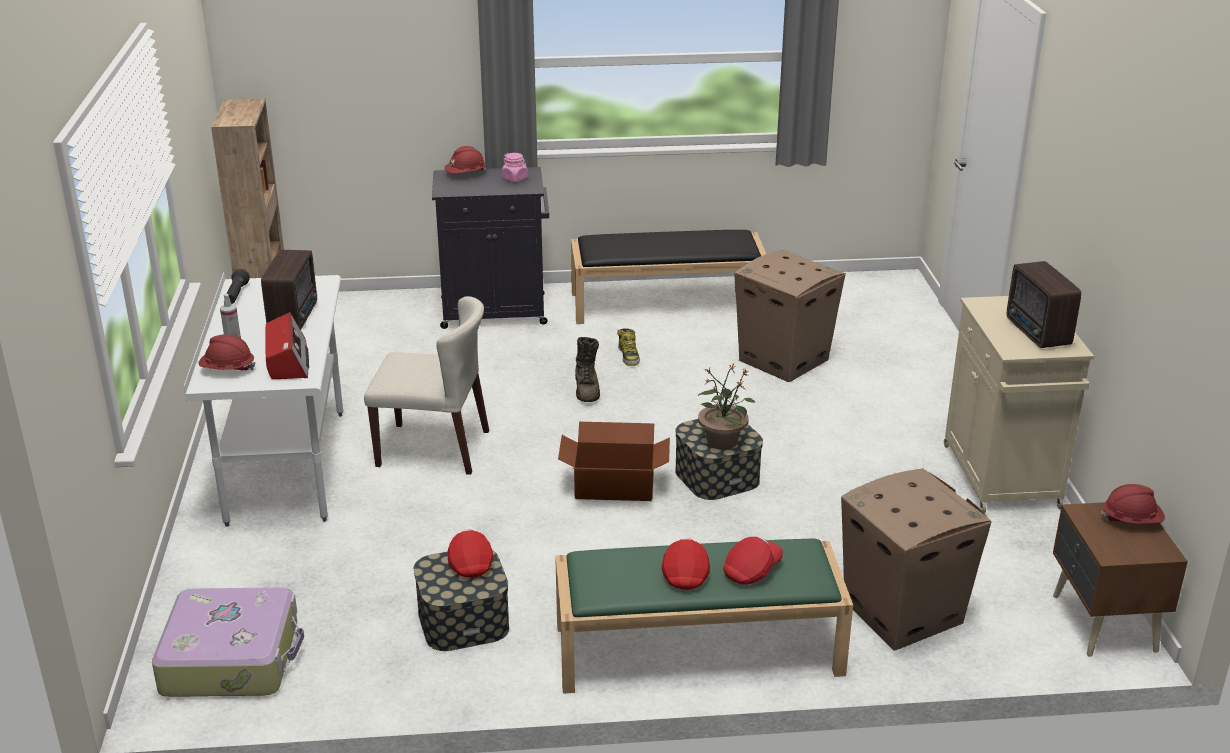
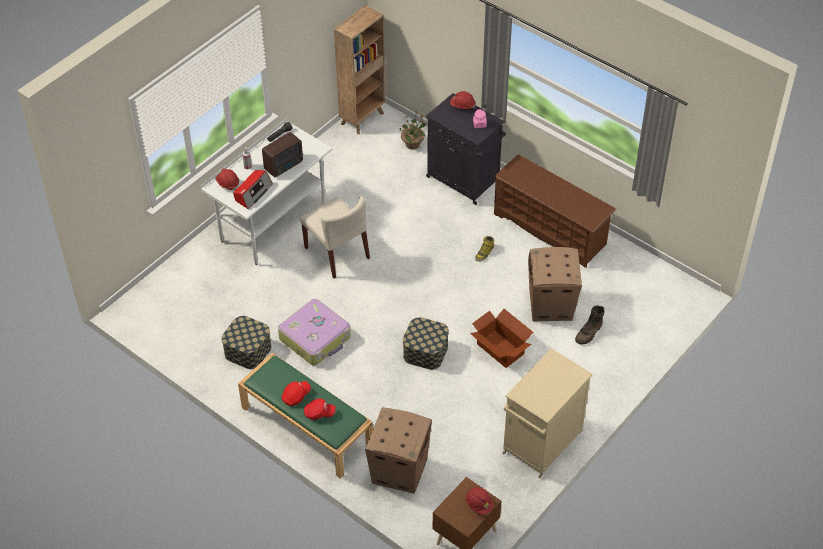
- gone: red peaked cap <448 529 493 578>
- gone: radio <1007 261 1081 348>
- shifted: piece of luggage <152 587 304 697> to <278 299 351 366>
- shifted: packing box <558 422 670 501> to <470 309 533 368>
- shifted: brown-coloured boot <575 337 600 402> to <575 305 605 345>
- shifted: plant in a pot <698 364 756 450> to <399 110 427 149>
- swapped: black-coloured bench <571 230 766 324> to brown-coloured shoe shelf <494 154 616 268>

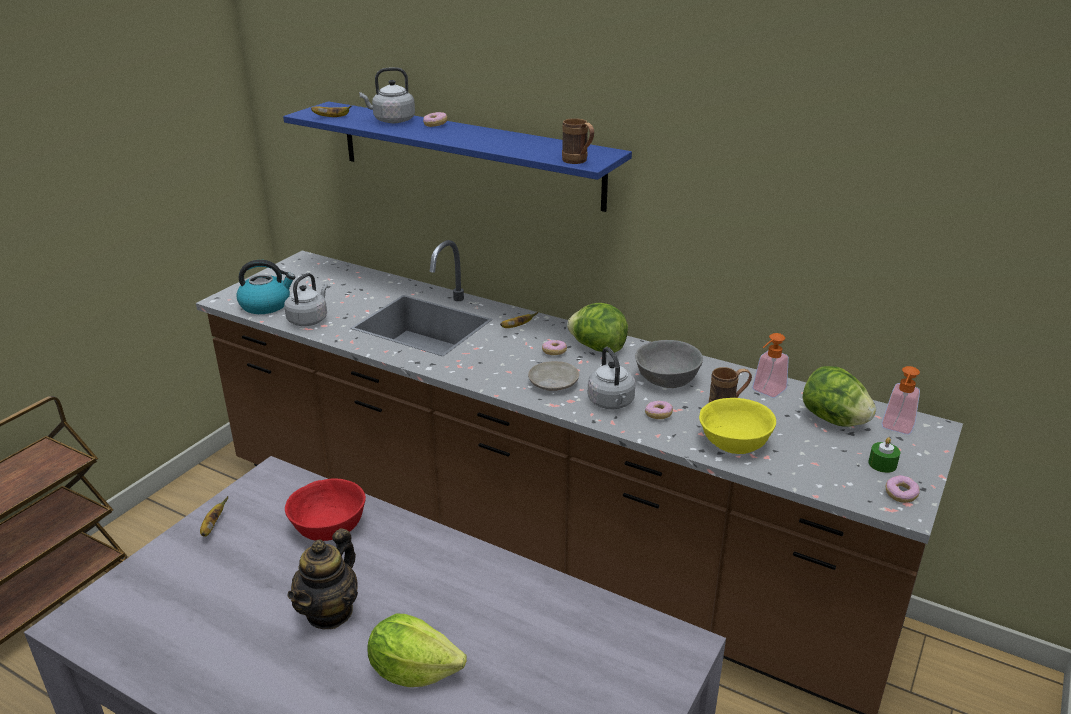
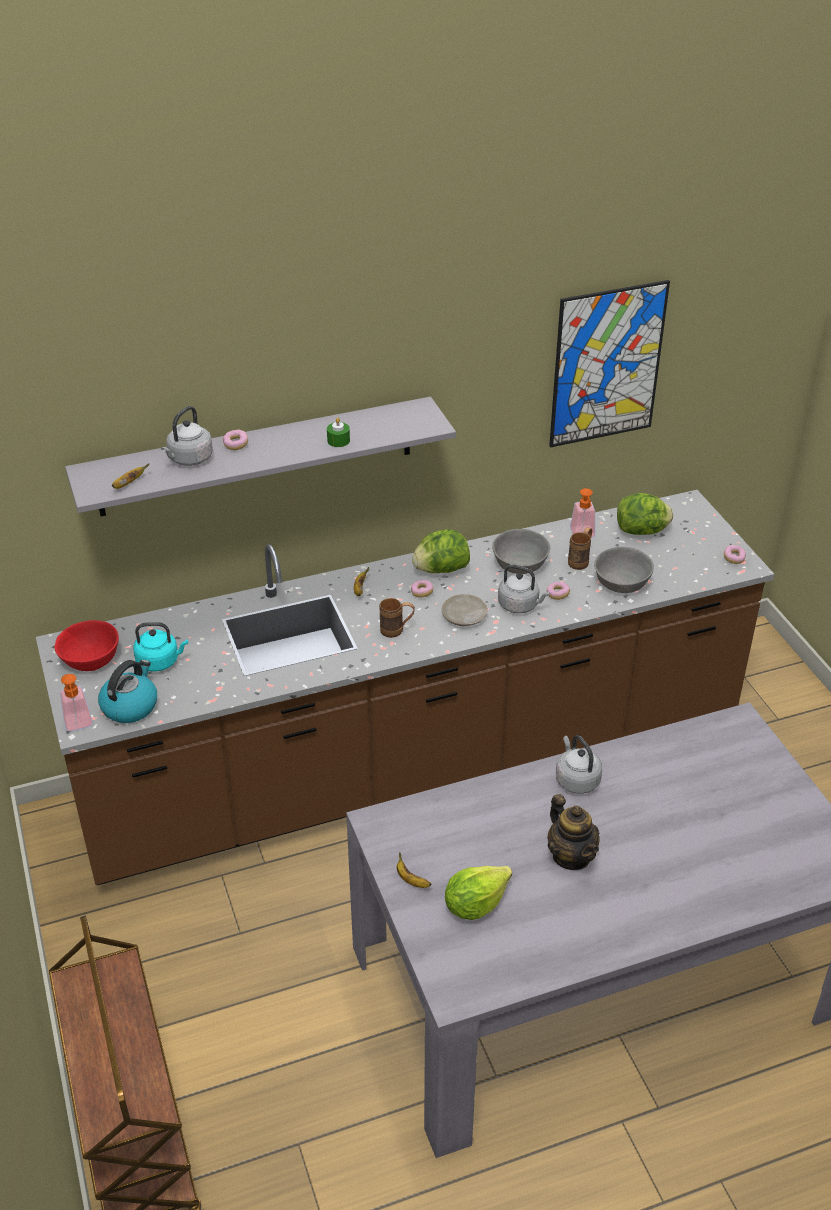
- new: turquoise kettle <133 622 188 672>
- new: picture <549 280 670 447>
- shifted: gray kettle <284 273 328 326> to <556 735 602 794>
- shifted: red bowl <285 479 366 541> to <55 620 119 671>
- shifted: head of lettuce <368 613 467 687> to <445 866 512 920>
- shifted: brown-coloured tea mug <562 118 594 164> to <379 598 415 638>
- shifted: greenish wax candle <868 438 900 473> to <327 417 350 447>
- shifted: liquid soap bottle <881 366 920 434> to <60 674 93 731>
- repainted: blue shelf <283 101 632 212> to gray shelf <65 397 456 516>
- repainted: yellowish bowl <699 398 776 454> to gray bowl <594 547 654 593>

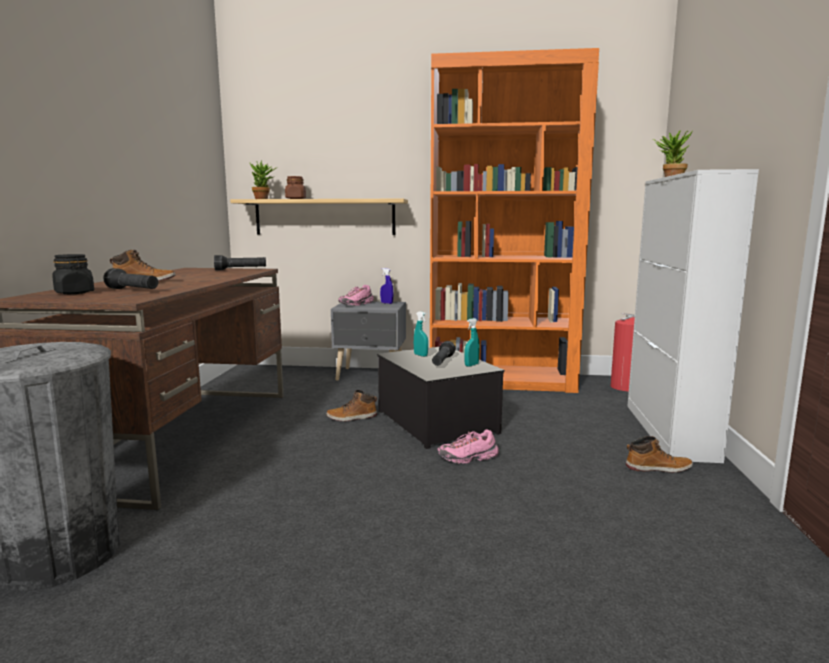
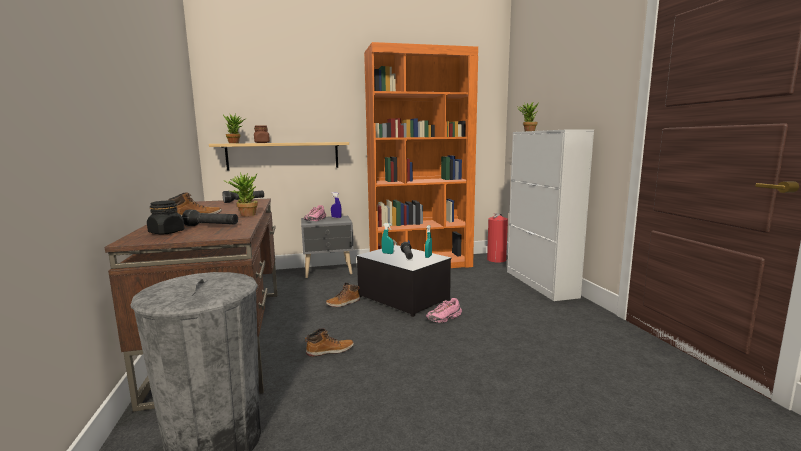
- new: plant in a pot <223 172 258 216>
- shifted: boot <626 436 693 473> to <305 328 354 357>

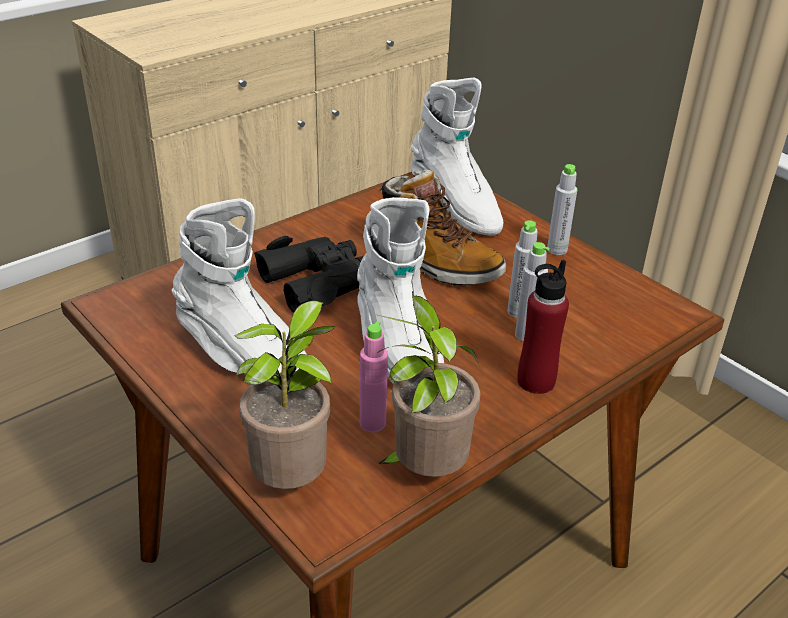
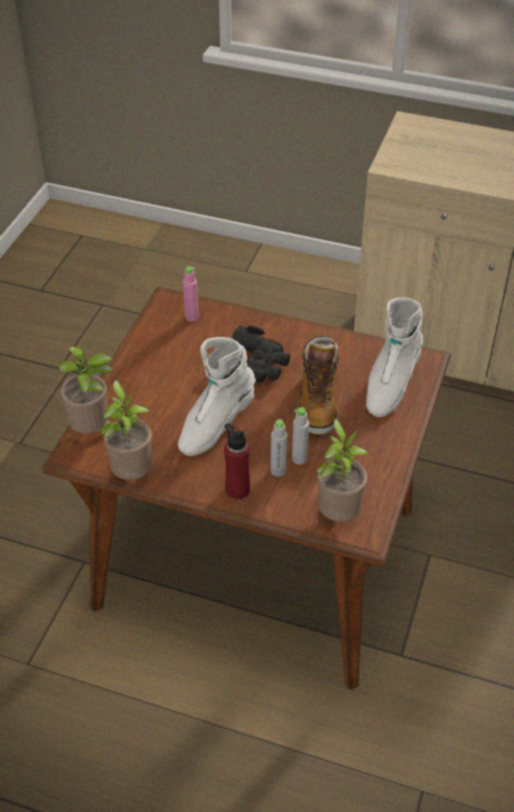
- gone: white-coloured boot <172 198 307 375>
- gone: gray drink bottle <547 164 577 255>
- new: plant in a pot <316 419 368 522>
- shifted: pink-coloured drink bottle <360 321 388 433> to <183 266 199 321>

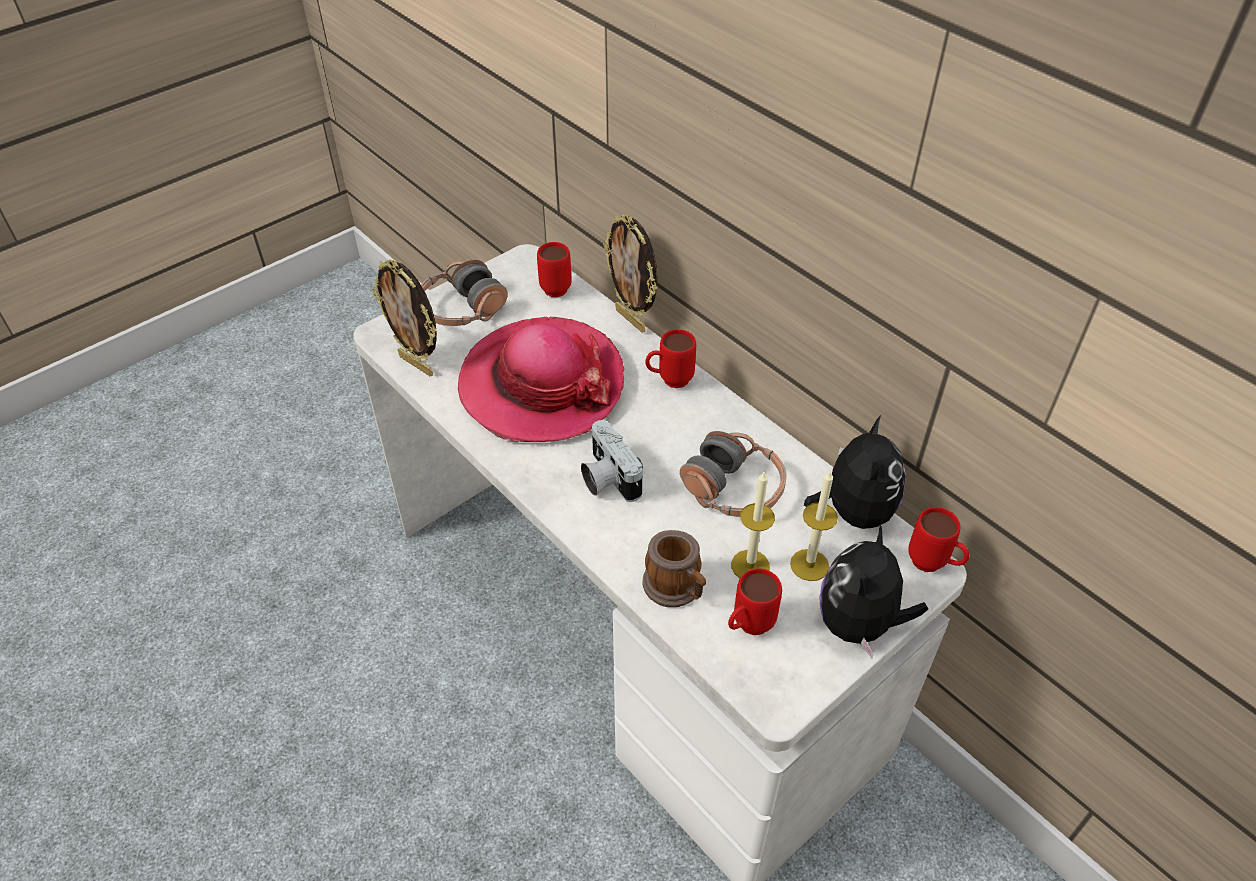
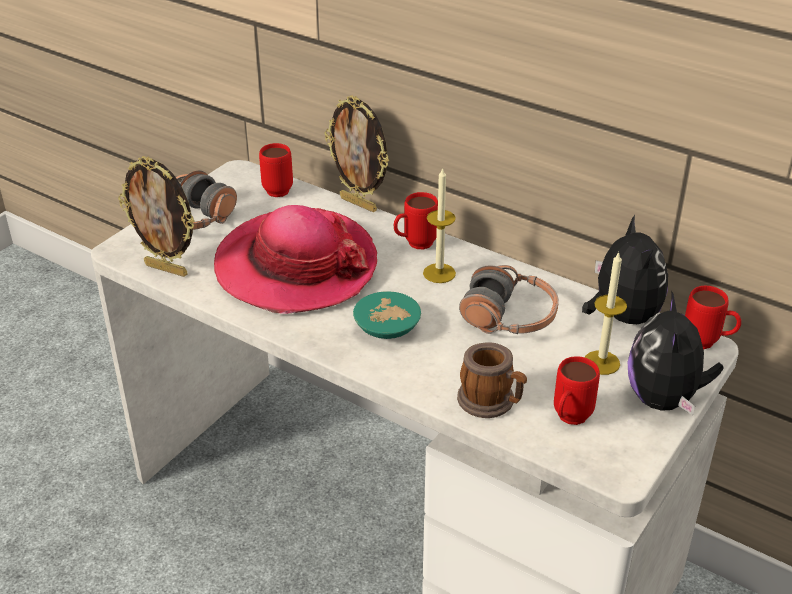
- shifted: wax candle <731 472 775 578> to <423 167 456 283>
- swapped: still camera <581 420 643 502> to turquoise bowl <353 291 421 339>

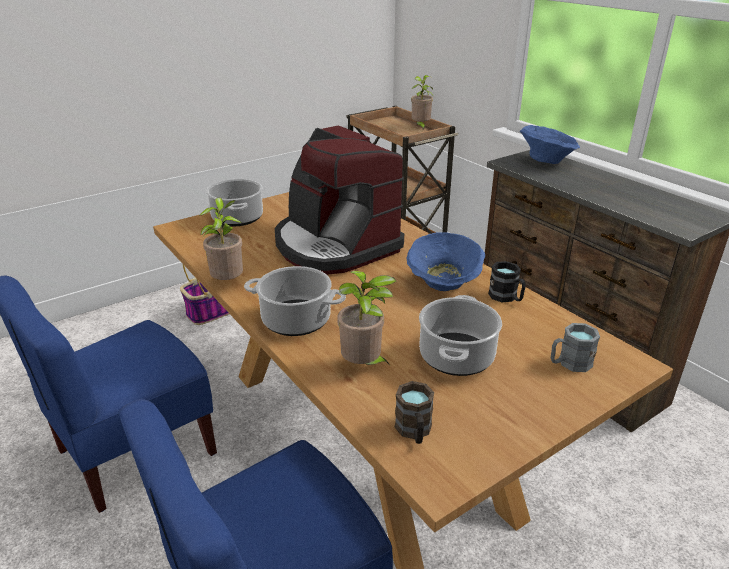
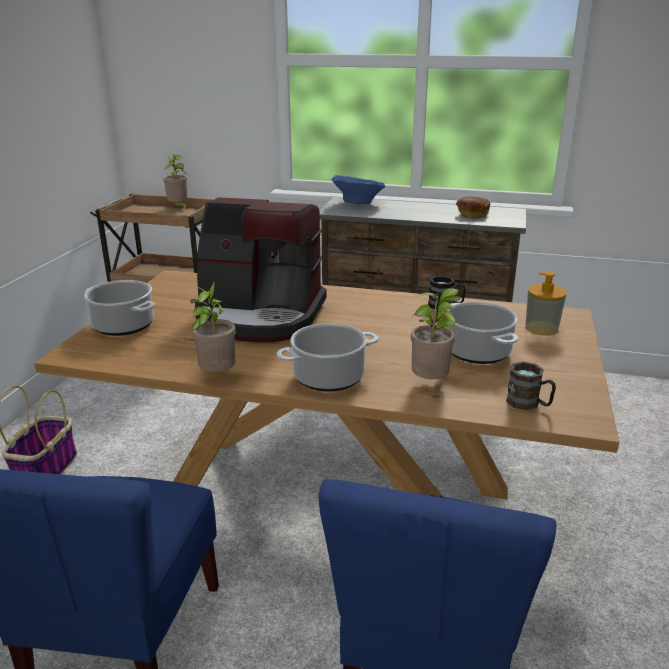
- gone: blue bowl <407 232 485 291>
- new: bread <456 196 490 219>
- swapped: gray tea mug <551 323 600 372> to liquid soap bottle <525 272 567 336>

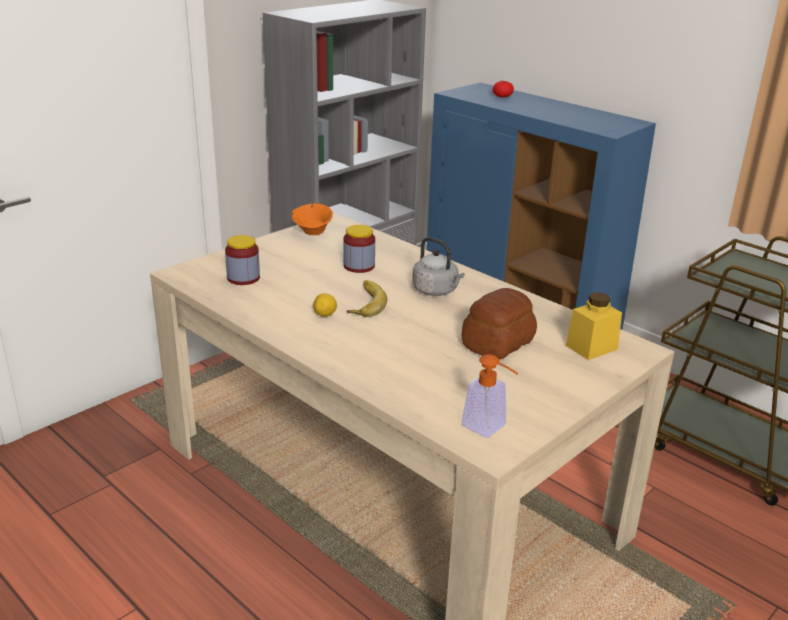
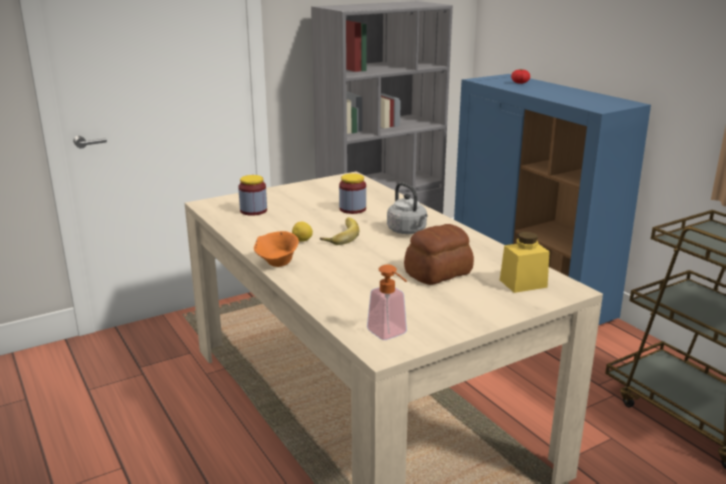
- shifted: orange-coloured bowl <292 203 333 235> to <254 231 299 267>

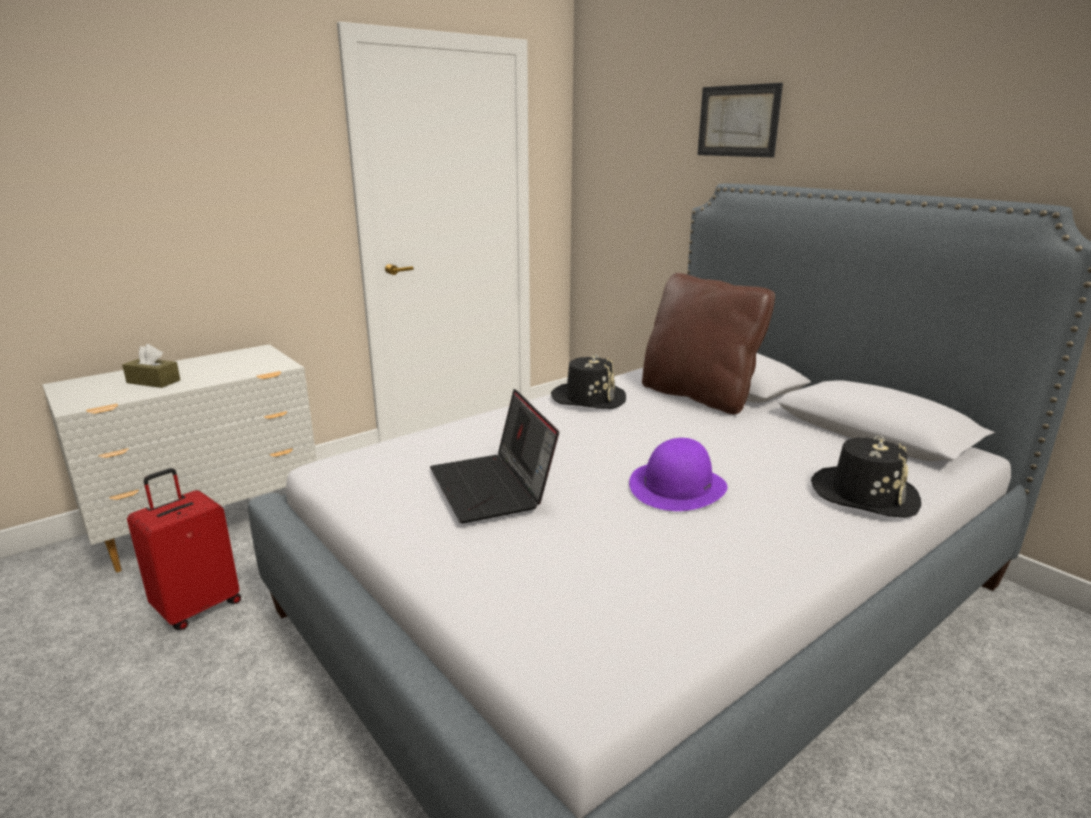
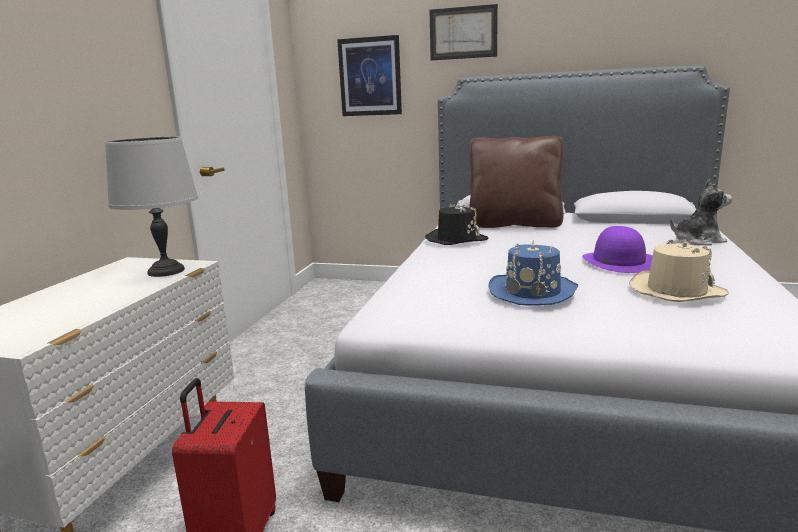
- gone: brown-coloured tissue holder <122 344 180 388>
- new: gray table lamp <105 136 198 277>
- new: picture <337 35 402 116>
- new: beige hat <629 238 729 302>
- swapped: portable computer <430 389 559 523> to blue hat <488 241 578 306>
- swapped: black-coloured hat <811 436 921 518> to soft toy <670 179 732 245>

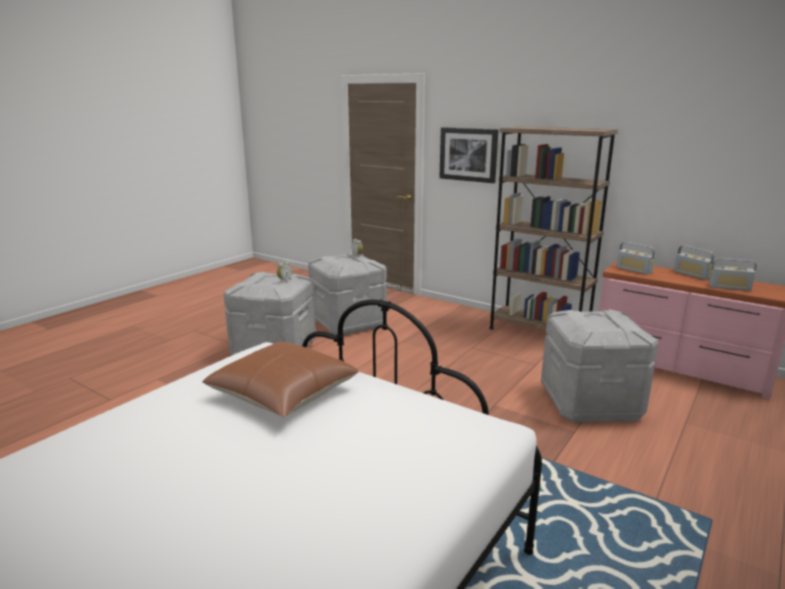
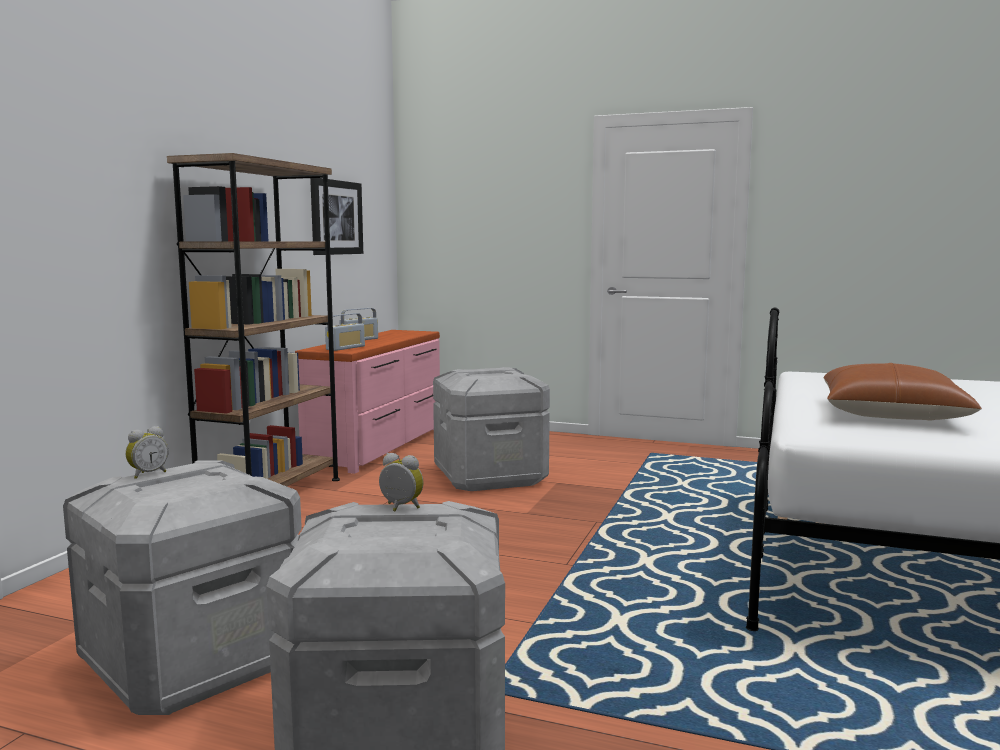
- gone: radio <709 258 757 291>
- shifted: picture <439 127 498 183> to <310 178 363 255>

